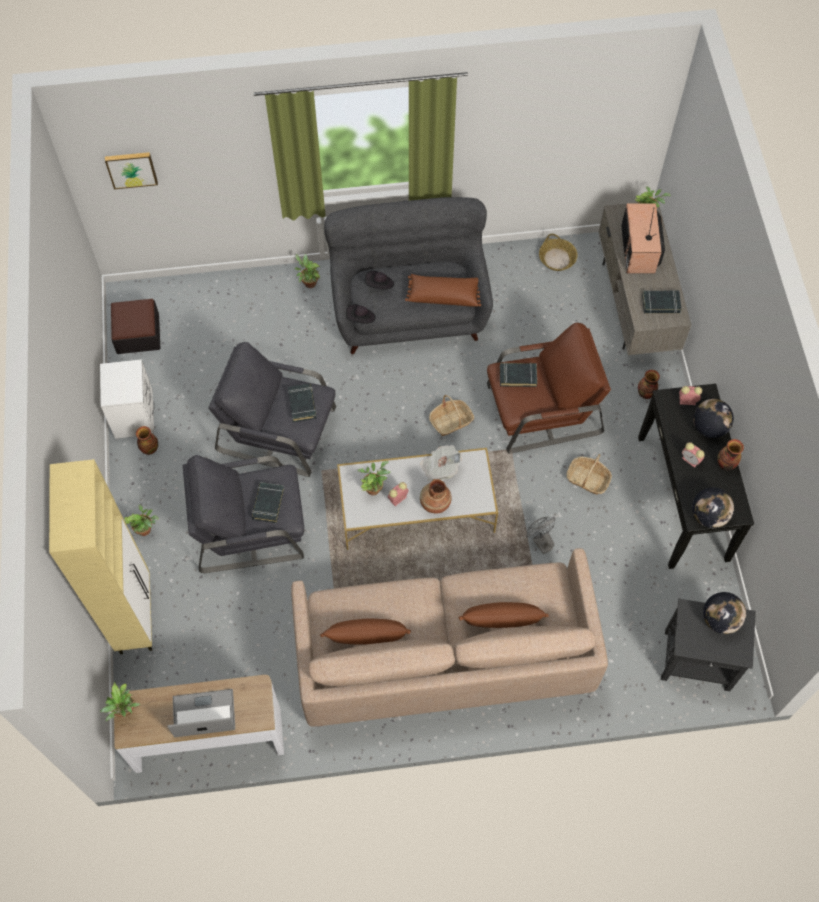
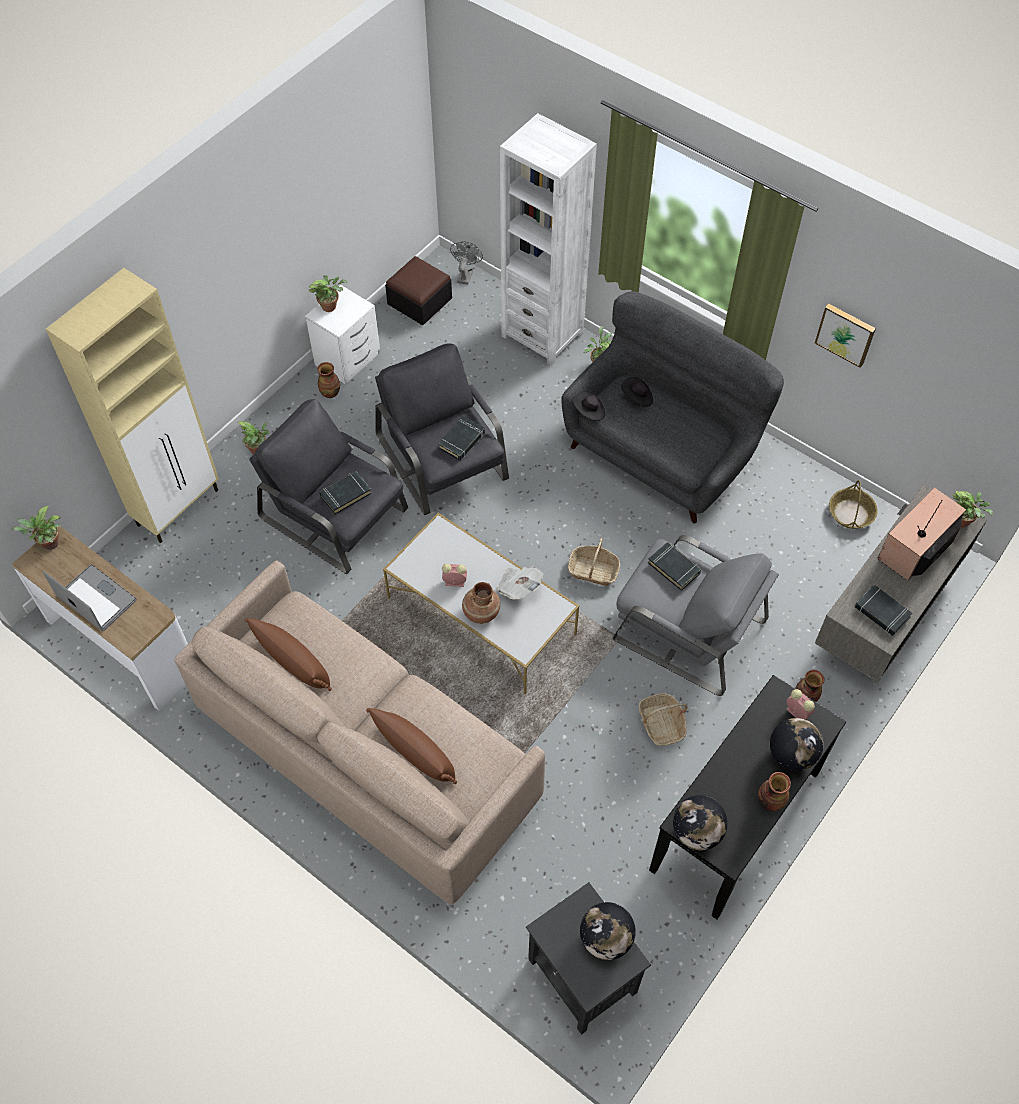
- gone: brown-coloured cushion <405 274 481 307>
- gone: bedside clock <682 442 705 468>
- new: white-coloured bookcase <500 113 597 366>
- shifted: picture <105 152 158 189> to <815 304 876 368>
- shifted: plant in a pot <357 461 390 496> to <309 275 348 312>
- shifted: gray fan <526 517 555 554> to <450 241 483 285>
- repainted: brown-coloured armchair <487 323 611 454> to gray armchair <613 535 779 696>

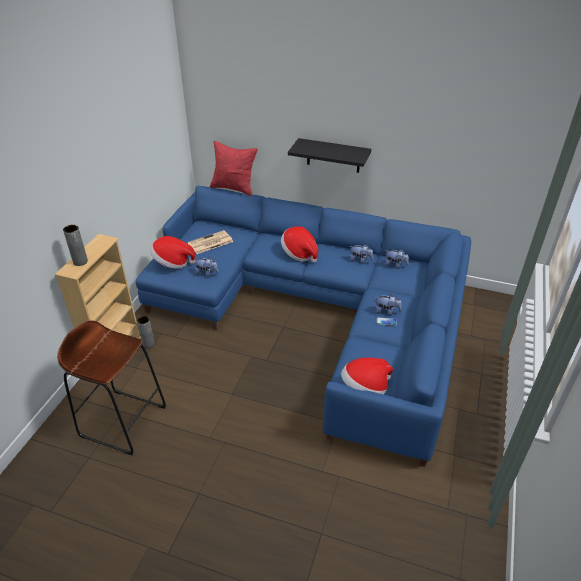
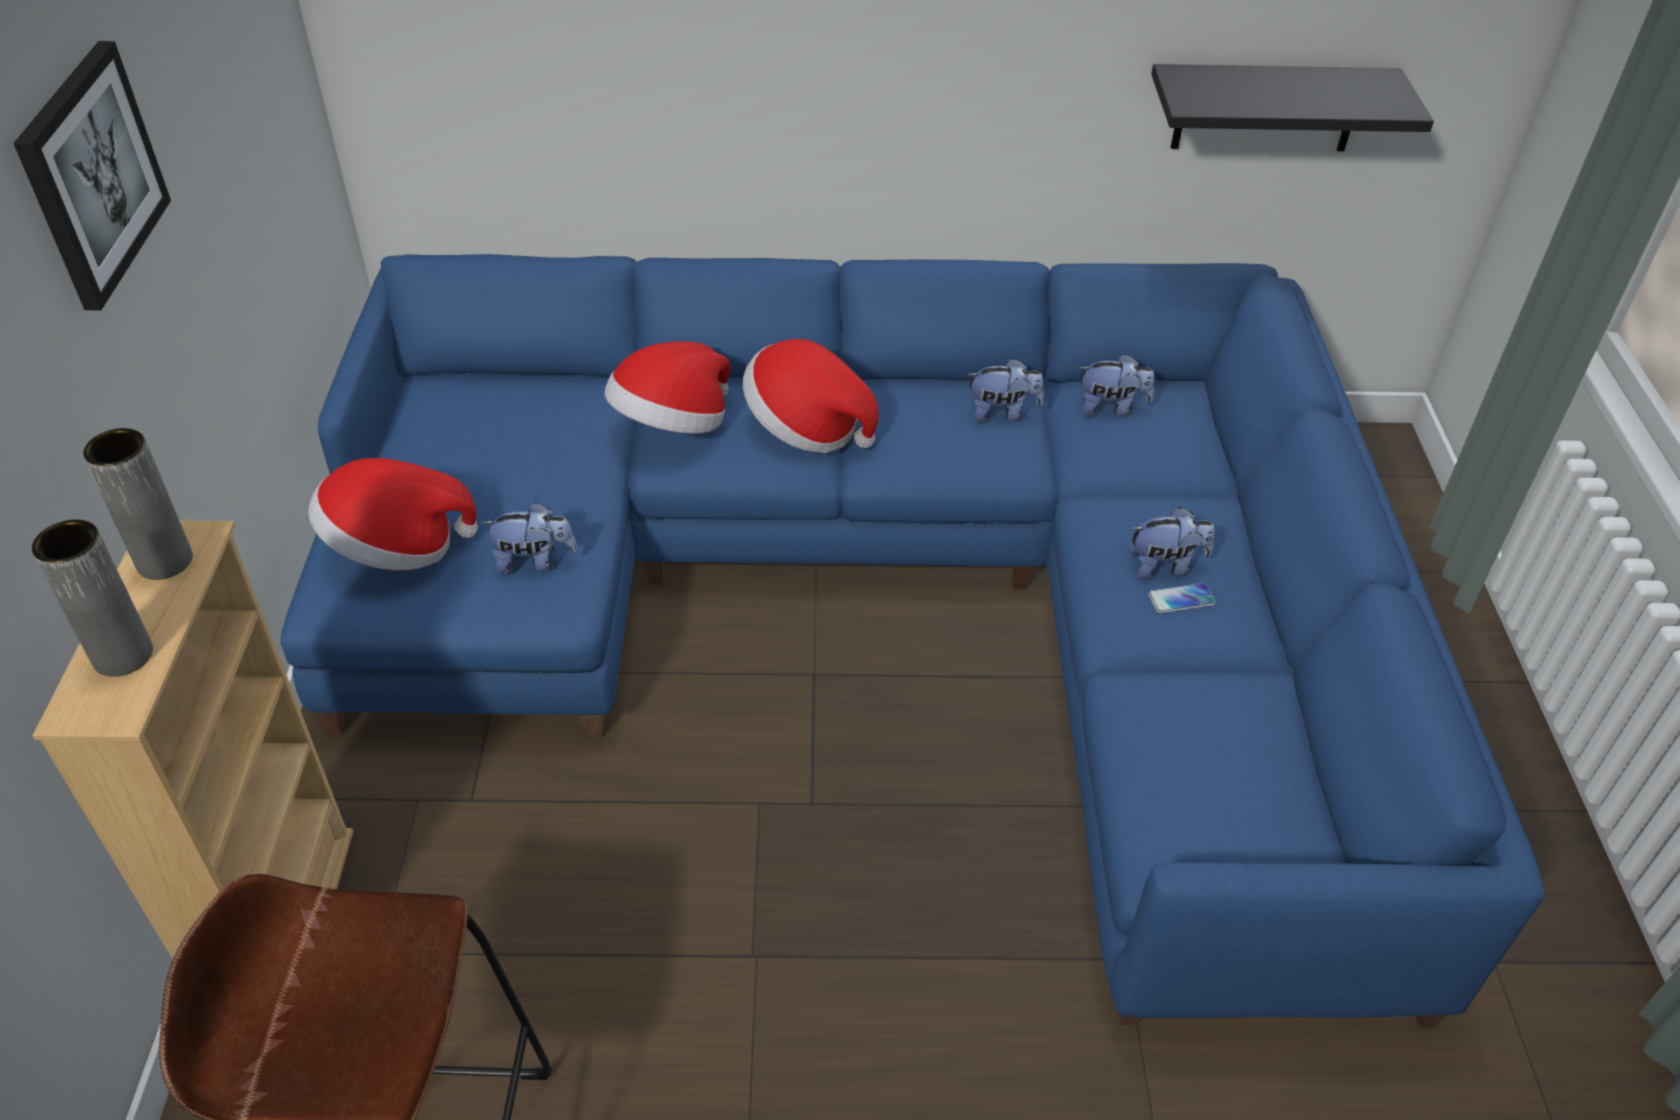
- gone: daily paper <188 230 233 254>
- gone: red cushion <210 141 258 196>
- new: picture <13 41 171 311>
- shifted: gray flower vase <137 316 155 348> to <83 428 193 580>
- shifted: black-coloured shelf <288 138 371 173> to <1151 64 1434 151>
- shifted: hat <341 358 393 395> to <605 341 731 434>

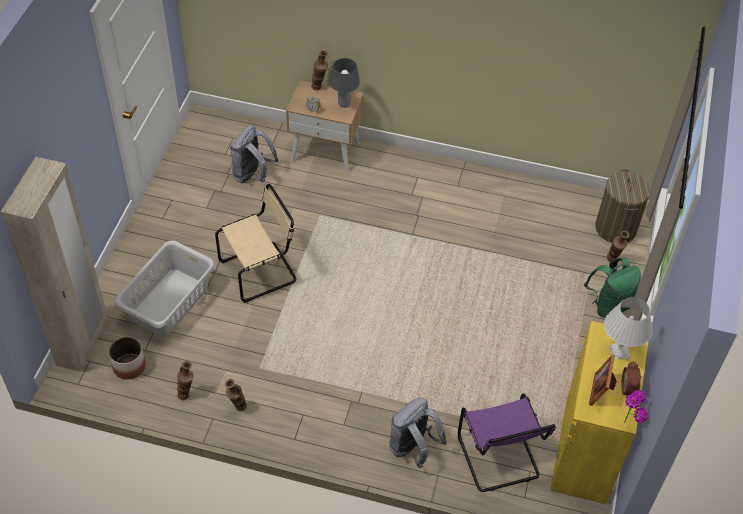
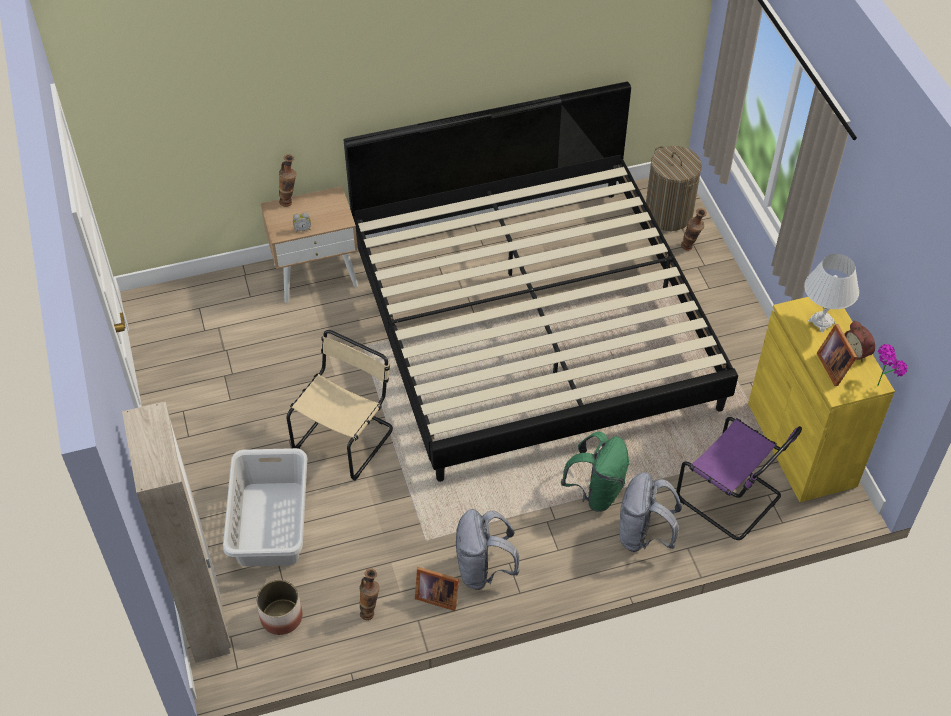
- gone: gray table lamp <330 58 360 108>
- new: bed <344 81 738 482>
- shifted: gray rucksack <230 125 279 183> to <456 509 519 590>
- shifted: greenish rucksack <584 258 641 318> to <561 432 629 512>
- swapped: flower vase <225 379 247 411> to picture frame <415 567 459 611>

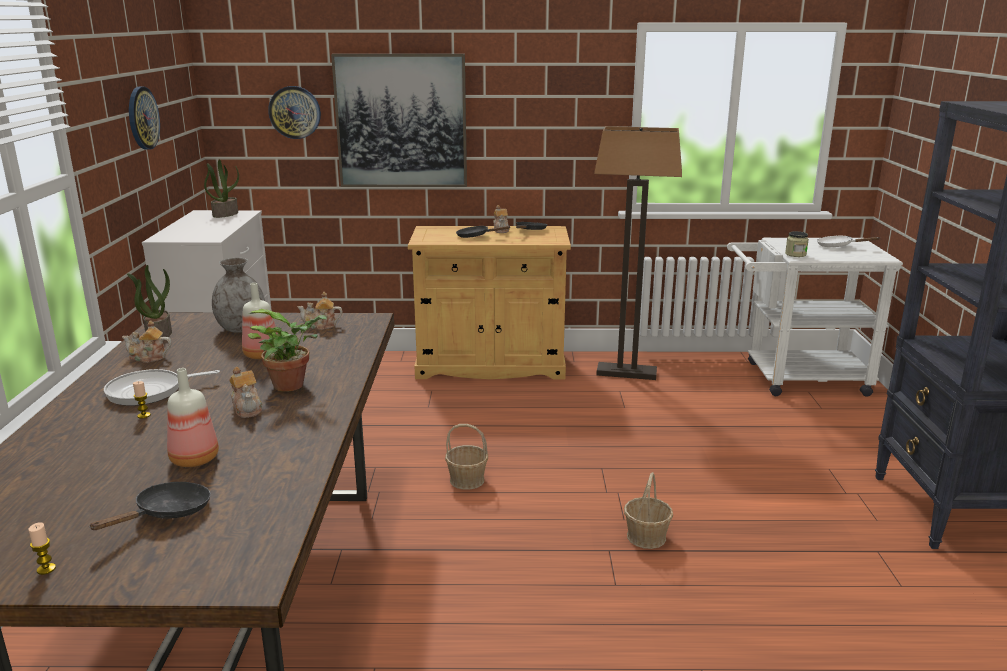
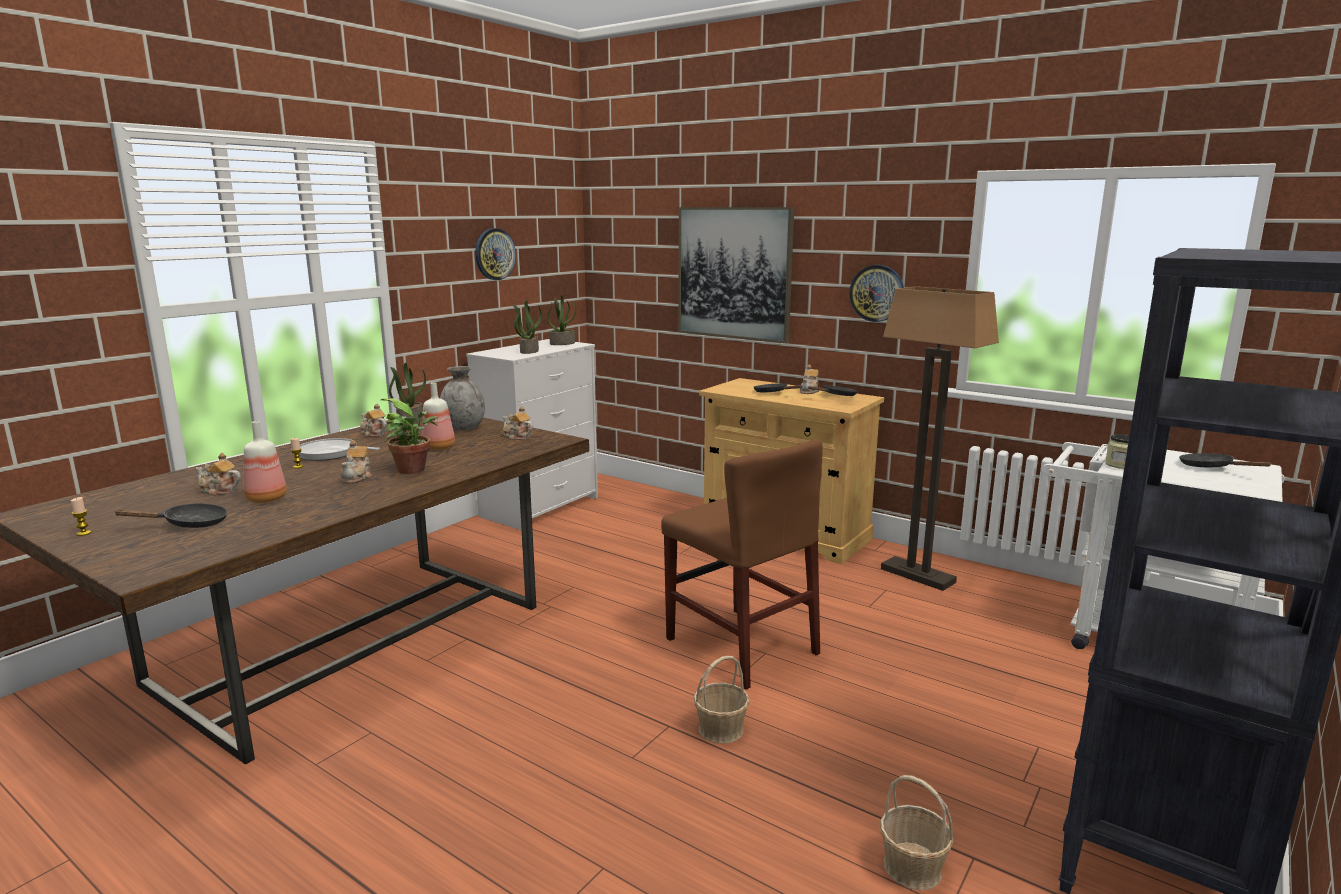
- new: tea pot <195 453 241 496>
- new: plant in a pot <513 300 542 354>
- new: brown-coloured plain chair <661 439 823 690>
- shifted: clock on the wall <268 86 321 139> to <849 265 904 322>
- shifted: household basket <445 424 488 490> to <880 775 954 890>
- repainted: white-coloured frying pan <817 236 880 247> to black-coloured frying pan <1179 453 1271 467>

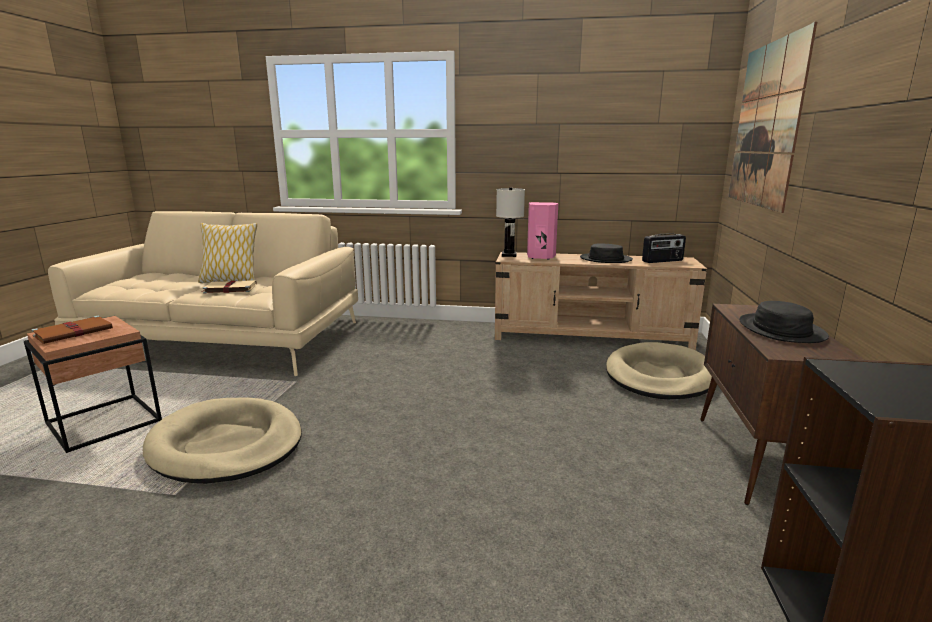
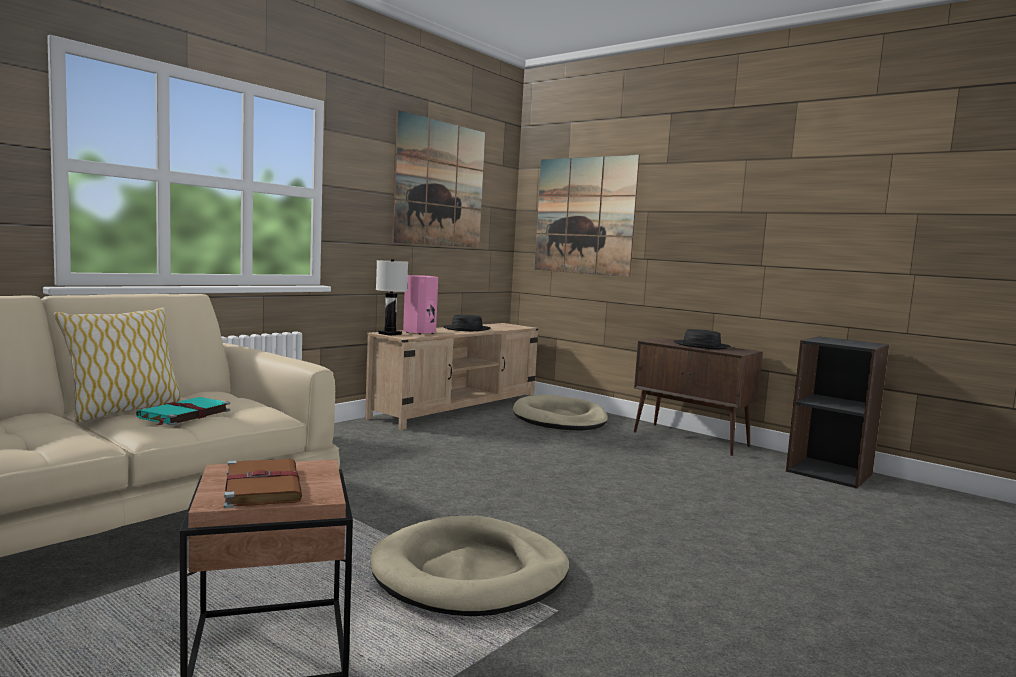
- gone: radio <642 233 686 263>
- new: picture <392 110 485 248>
- repainted: beige bound book <202 280 257 293> to turquoise bound book <136 397 230 425>

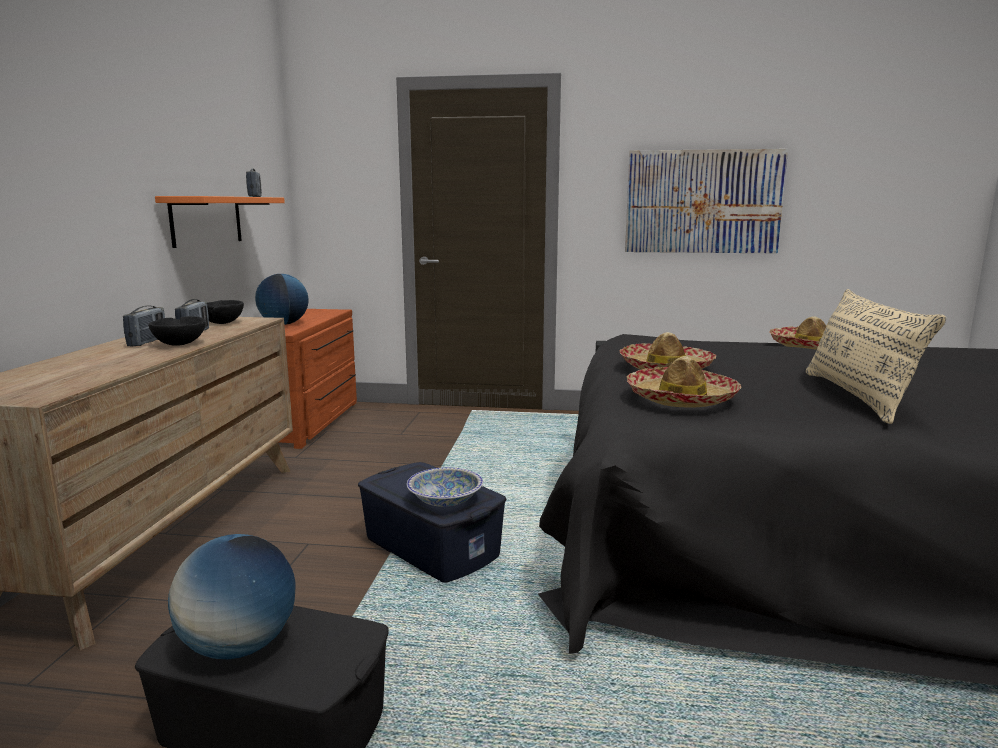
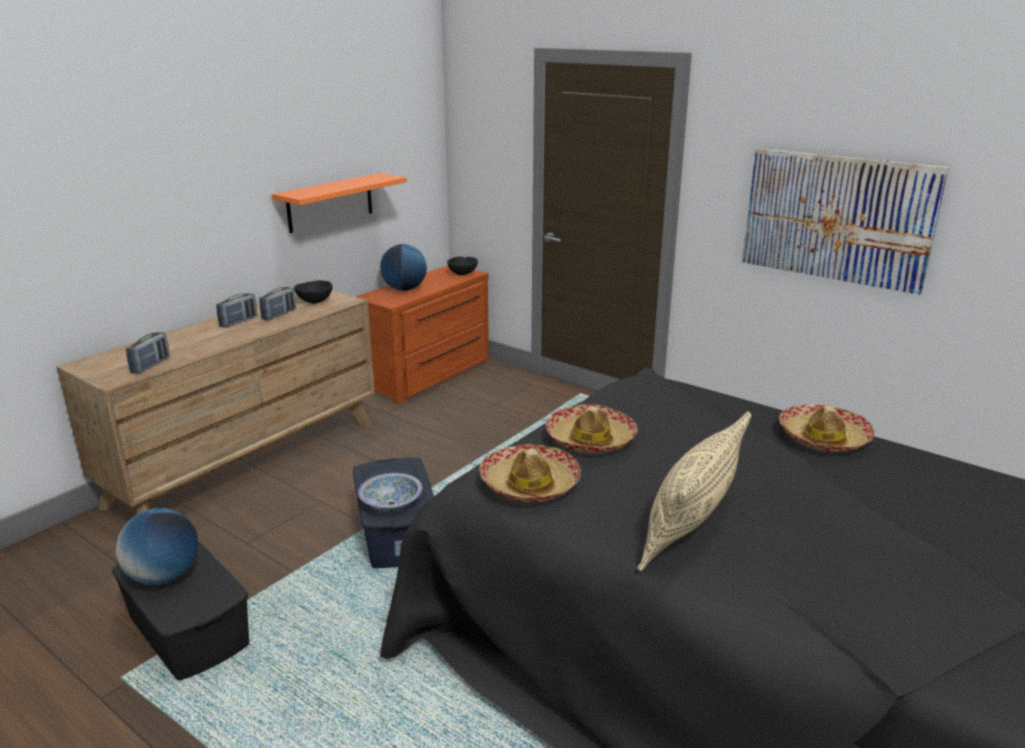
- shifted: black-coloured bowl <148 316 206 346> to <447 256 478 275>
- shifted: radio <246 169 262 197> to <126 332 170 374>

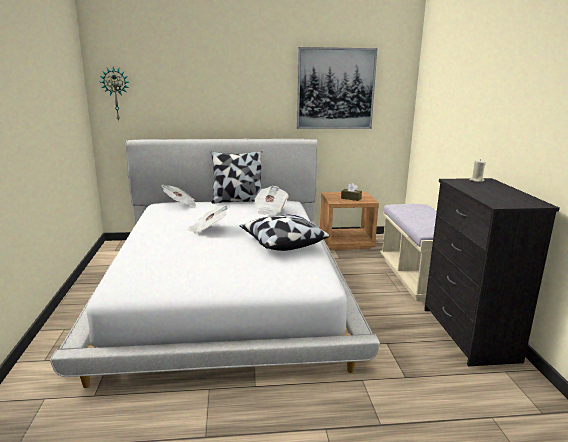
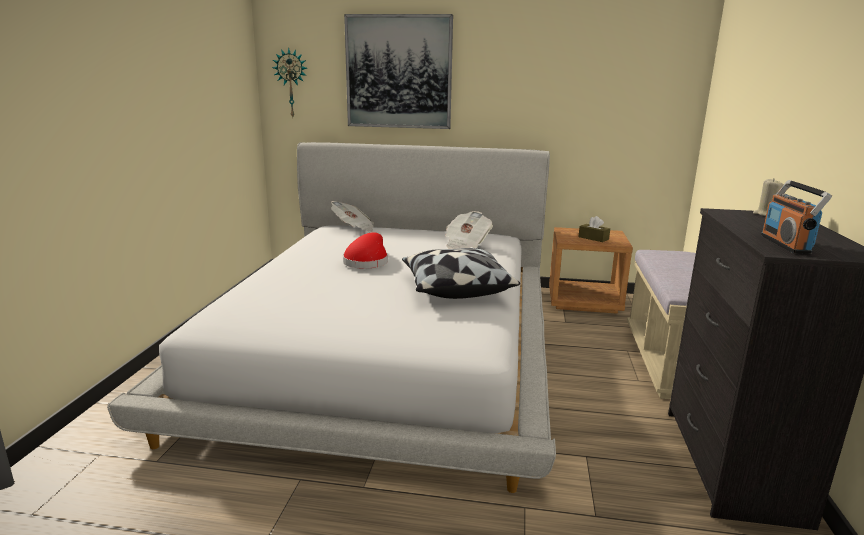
- gone: cushion <211 151 262 204>
- new: radio <761 180 832 254>
- shifted: picture <297 47 377 129> to <344 14 453 129>
- swapped: daily paper <188 205 230 234> to red hat <343 232 388 269>

